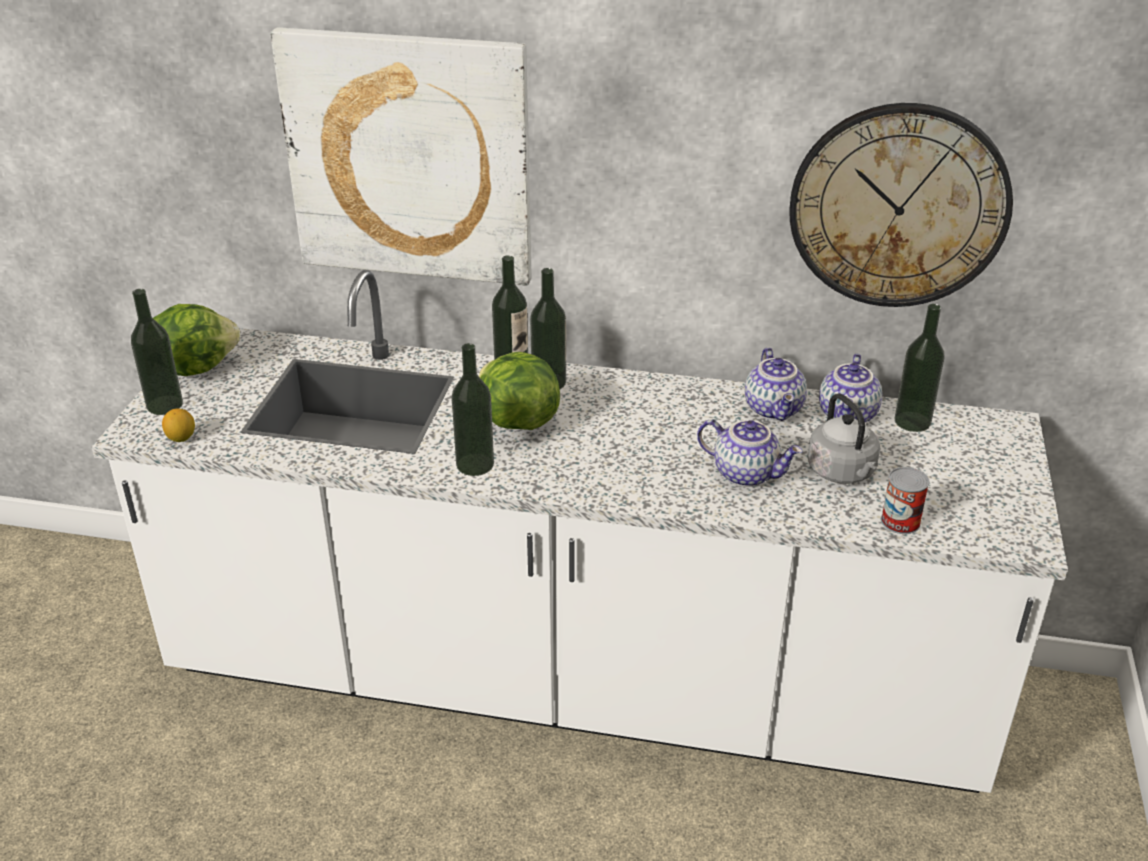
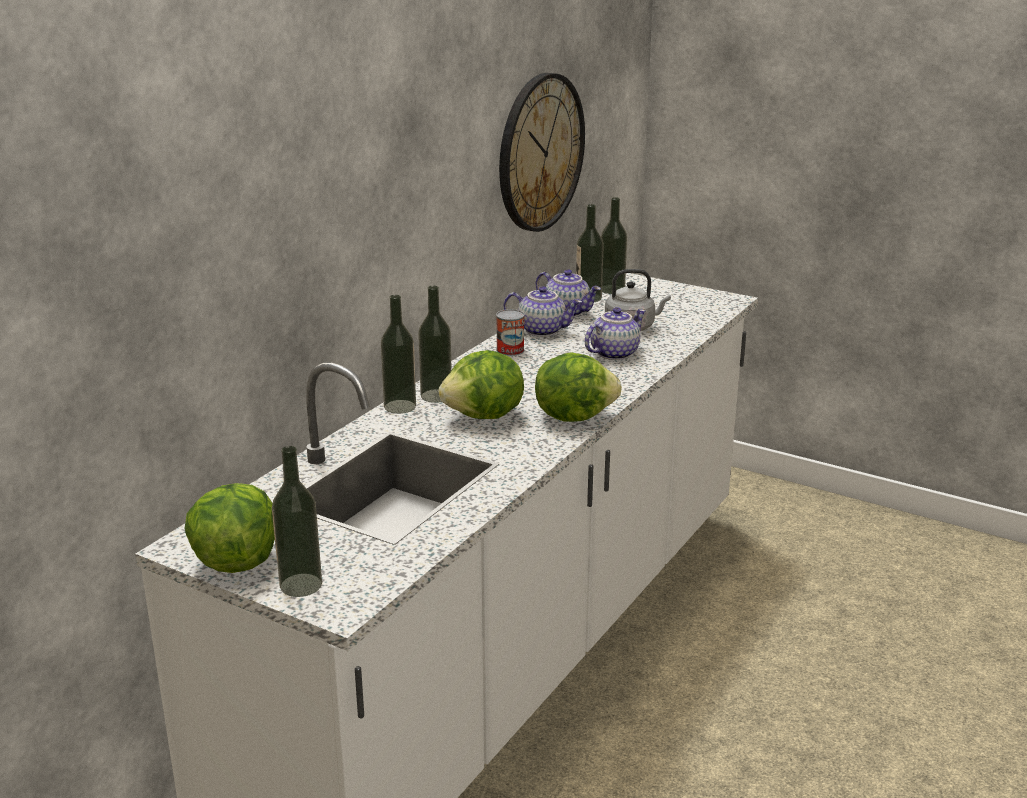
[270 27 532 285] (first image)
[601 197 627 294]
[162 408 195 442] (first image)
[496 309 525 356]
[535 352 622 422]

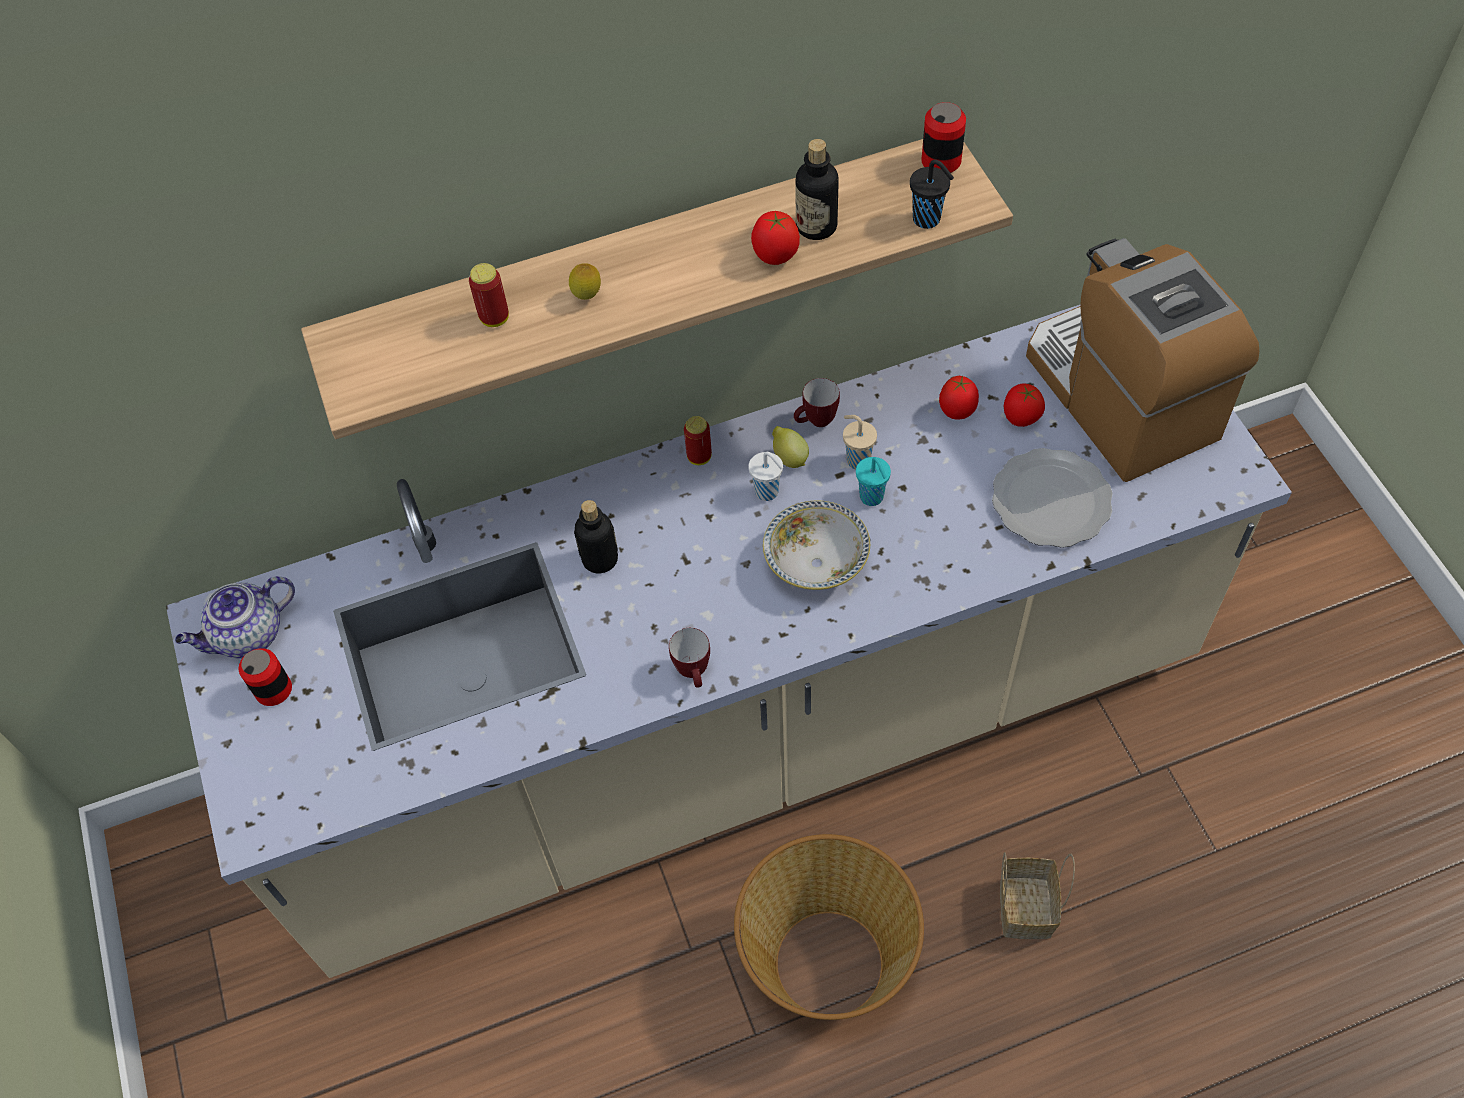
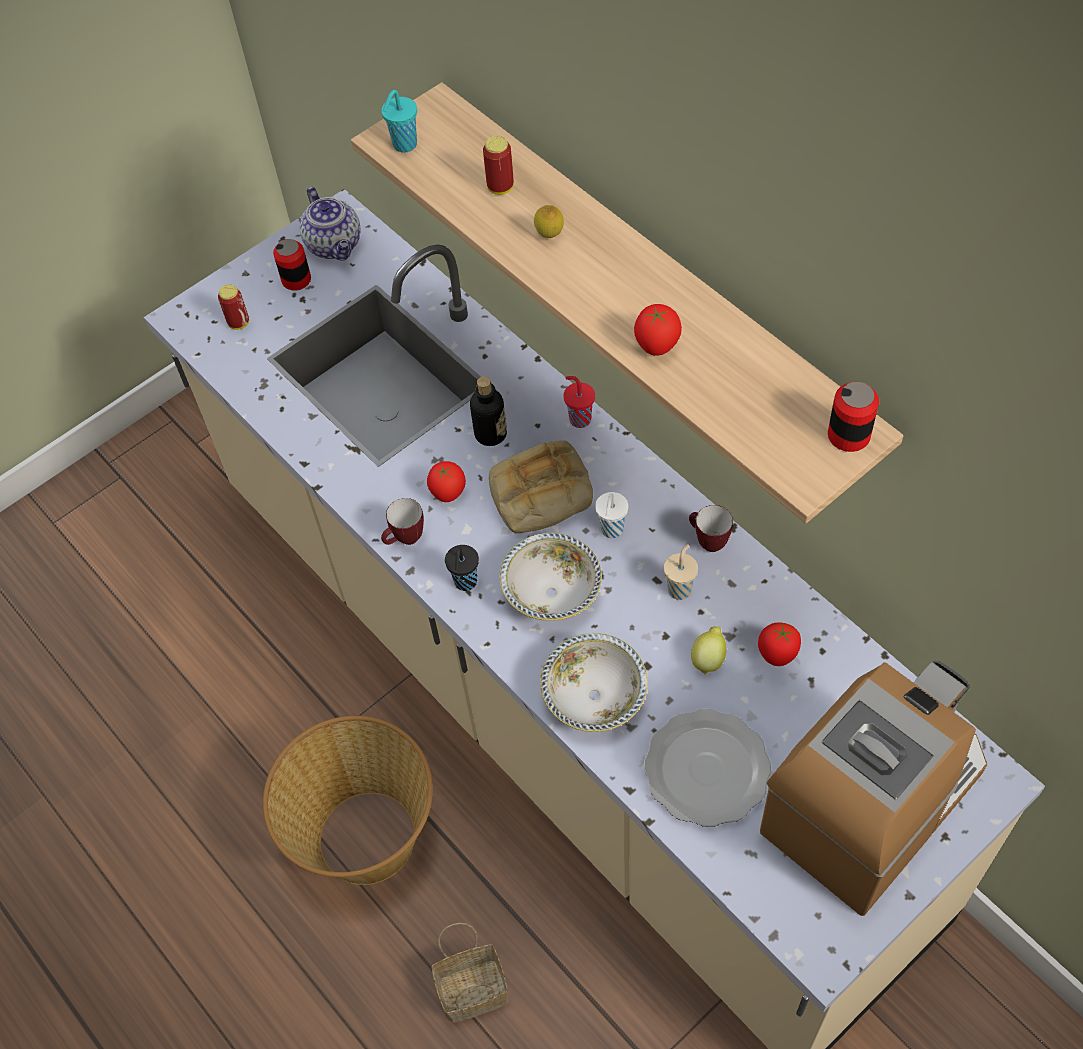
[795 139 839 240] (first image)
[445 545 479 591]
[427 461 466 502]
[218 284 249 330]
[691 627 726 675]
[381 90 417 153]
[300 187 361 261]
[563 376 595 428]
[489 440 593 533]
[540 633 648 732]

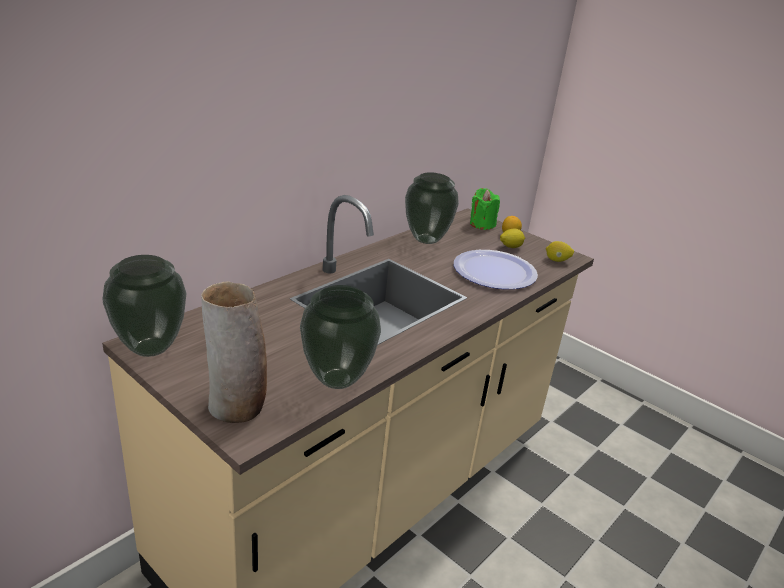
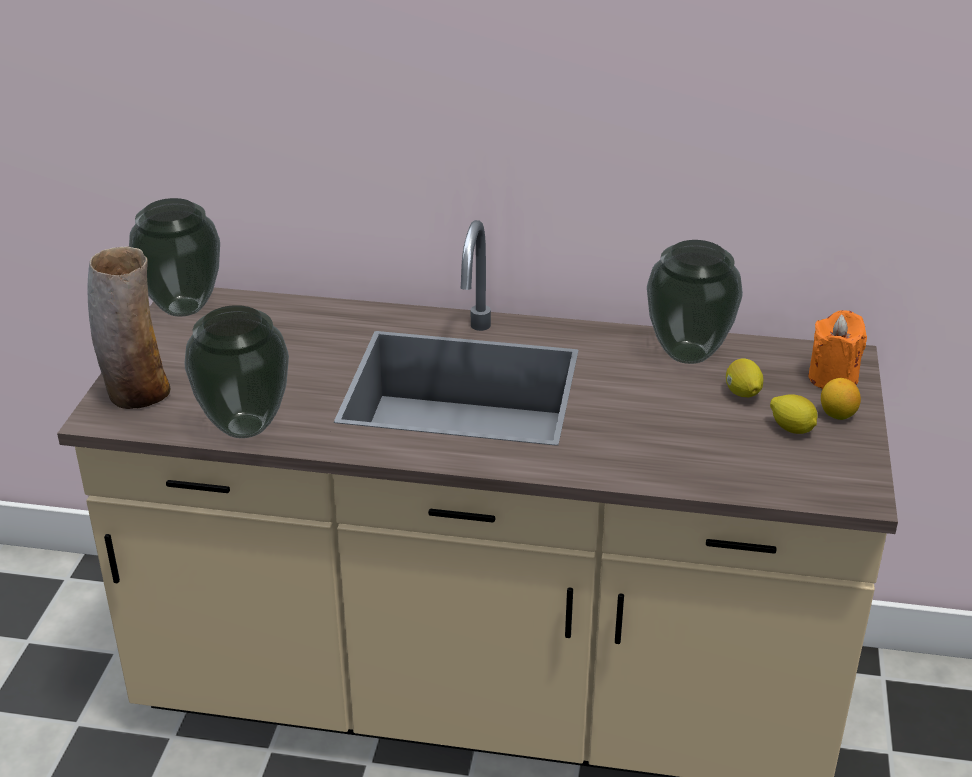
[808 310 867 389]
[726 358 763 397]
[454 250 538 289] (first image)

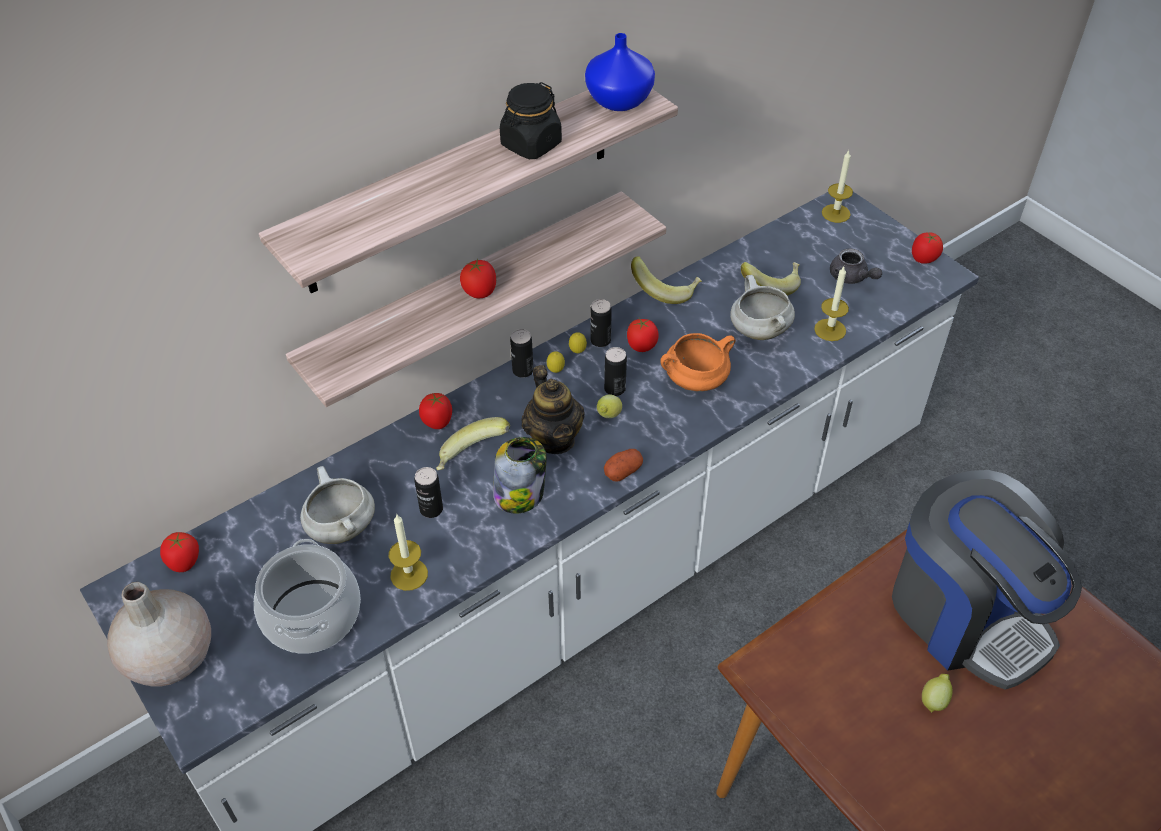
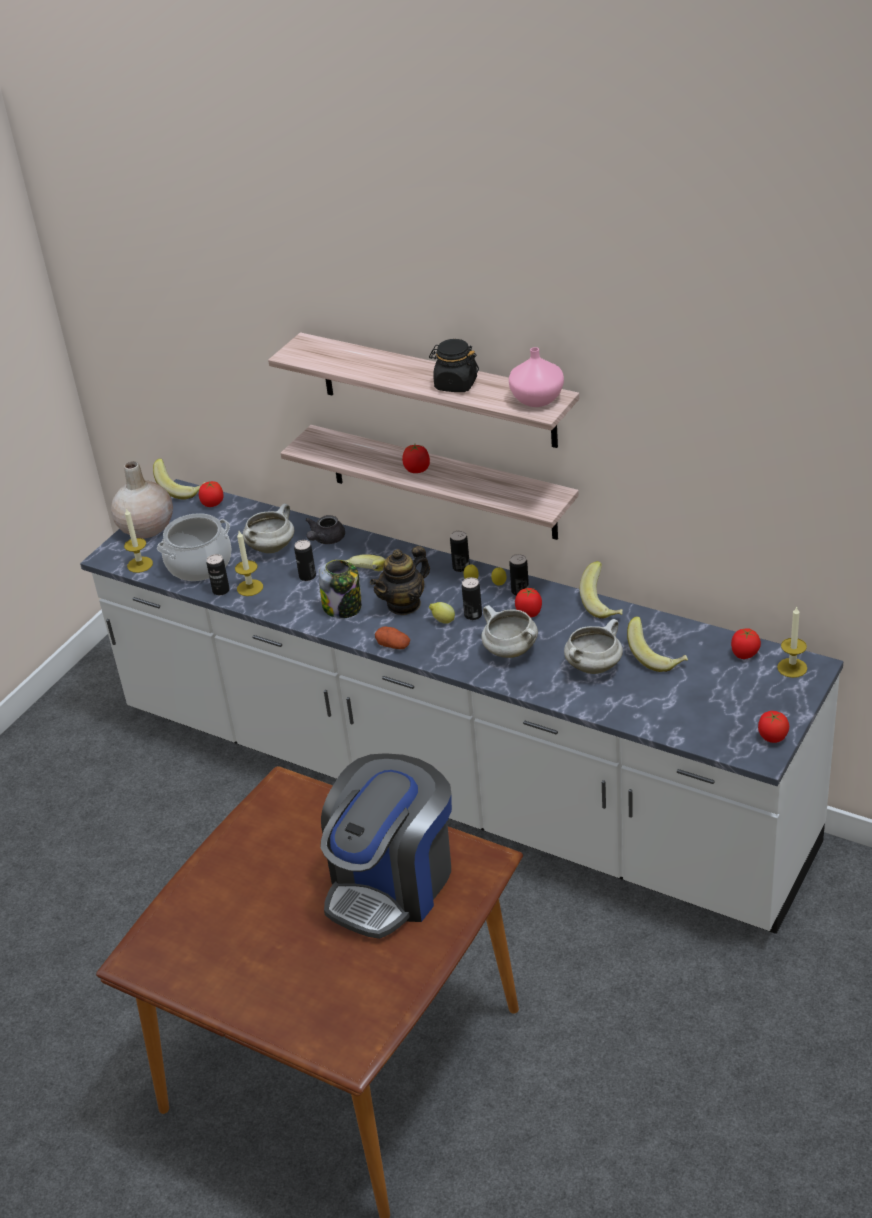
[509 347 564 407]
[306 515 345 544]
[124 508 153 573]
[481 605 538 658]
[731 628 761 659]
[922 674 952 713] (first image)
[153 459 206 500]
[207 554 230 595]

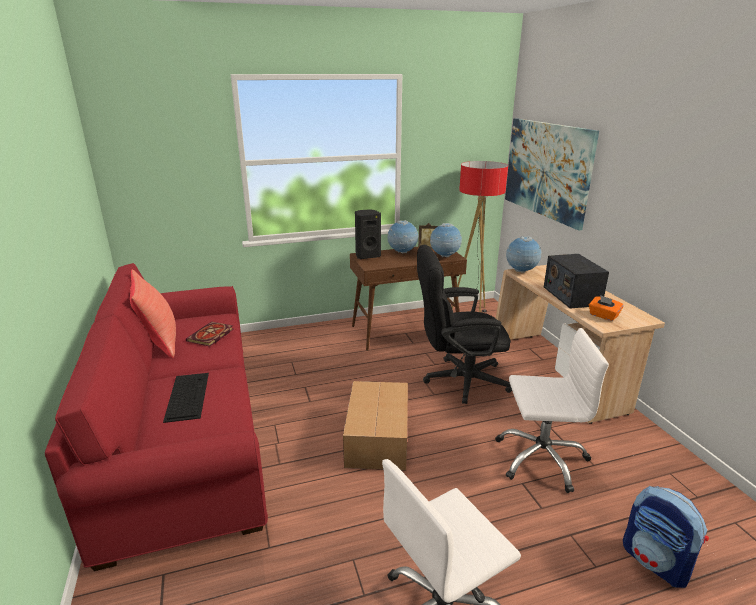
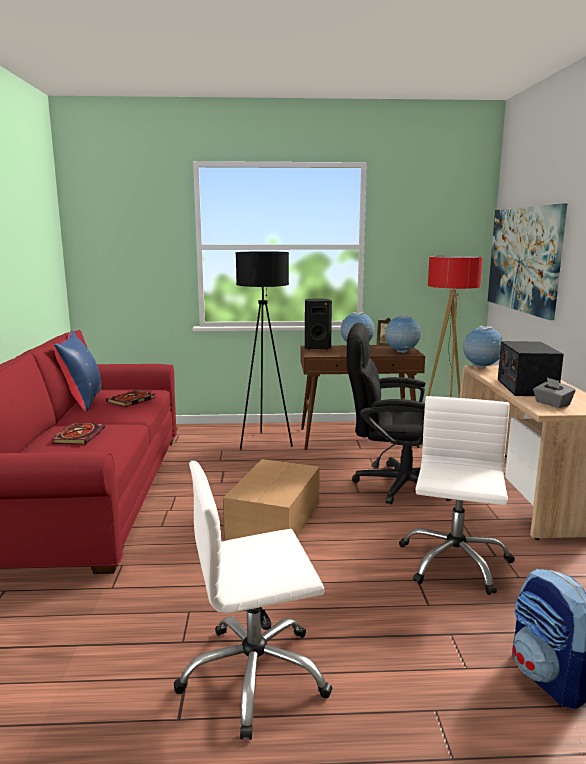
[53 330 101 411]
[533 378 576 408]
[399 396 515 595]
[52 423 105 444]
[235 251 293 450]

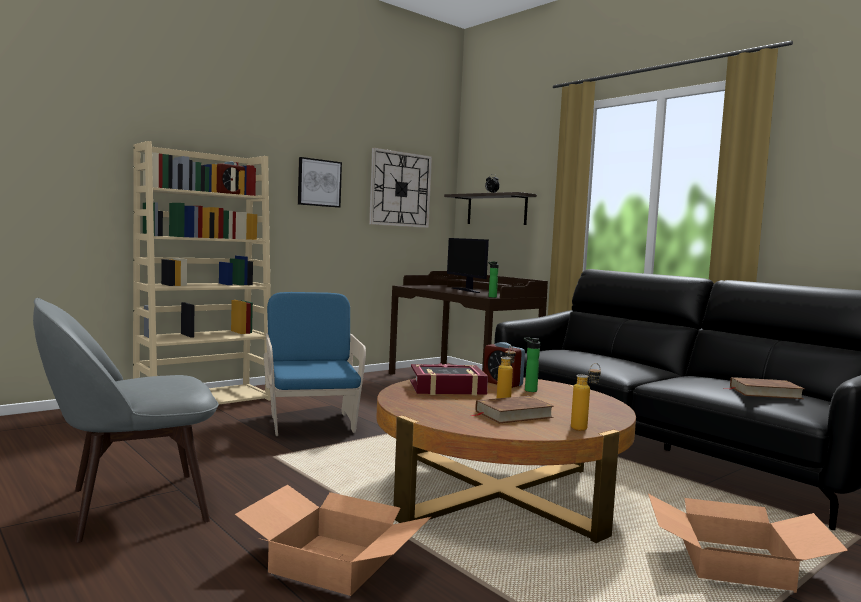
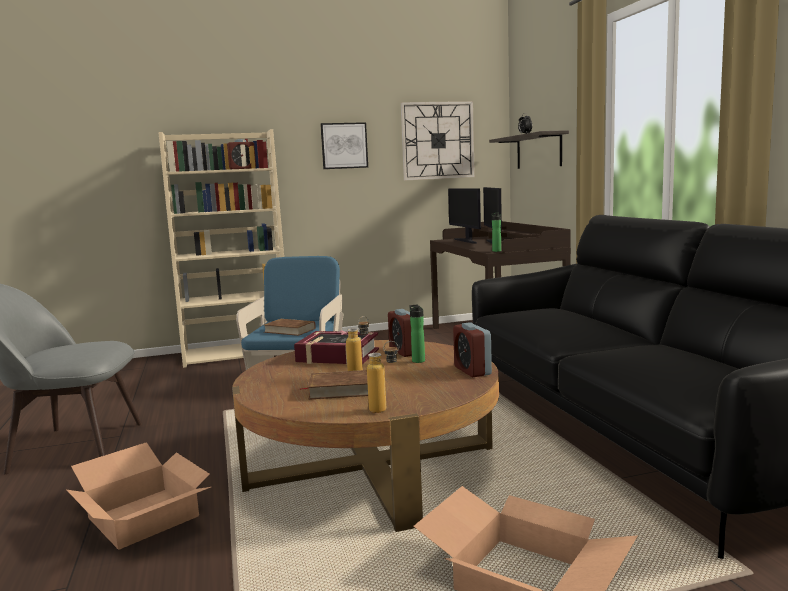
[264 319 316 336]
[448 188 481 244]
[453 322 492 377]

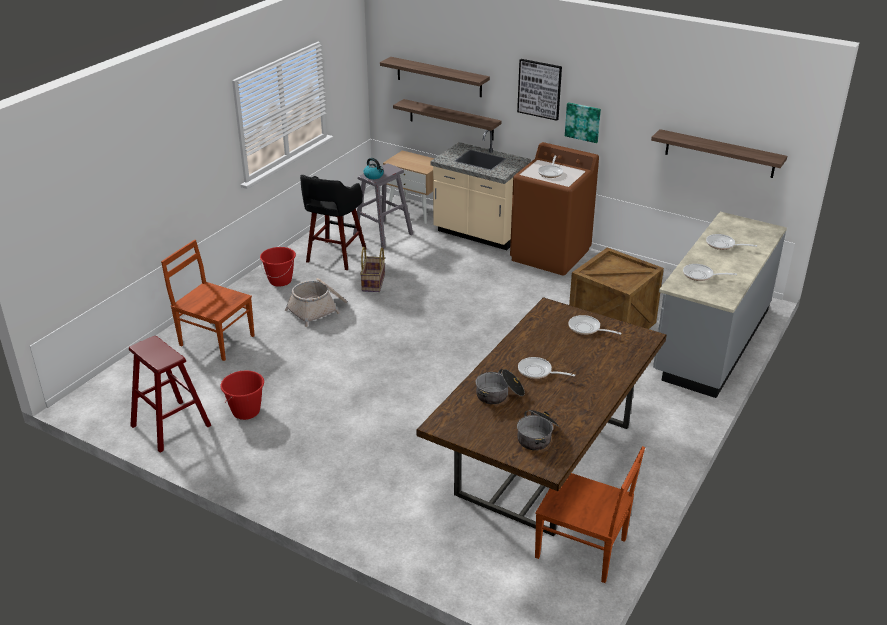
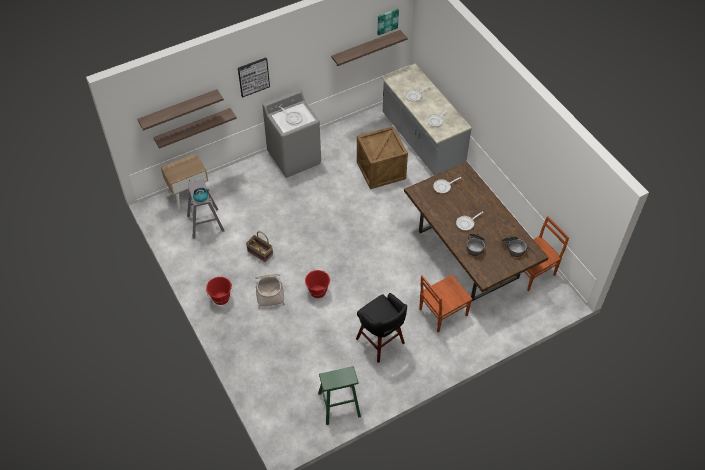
[377 9 399 35]
[430 130 531 250] (first image)
[262 89 321 178]
[356 293 407 363]
[419 275 472 332]
[318 366 361 425]
[305 270 330 298]

